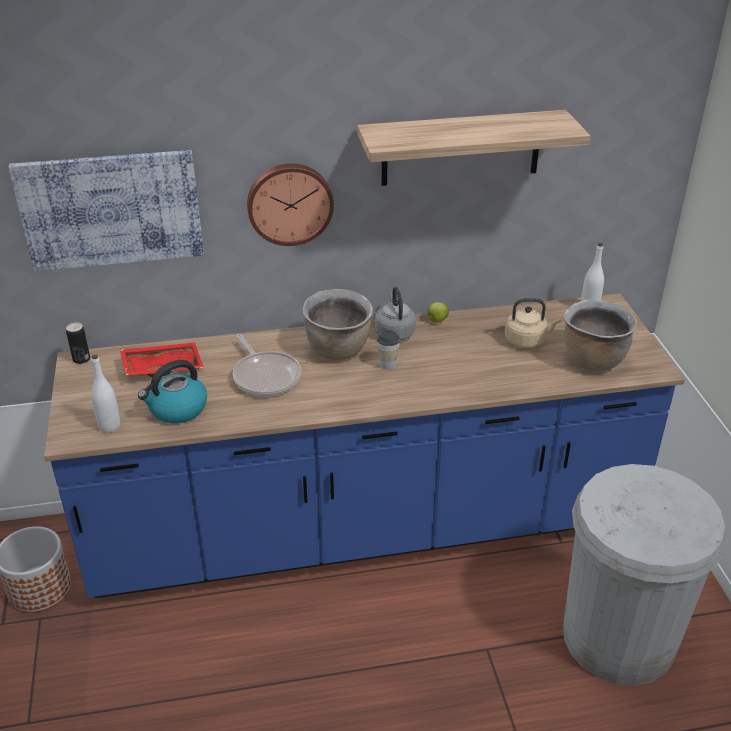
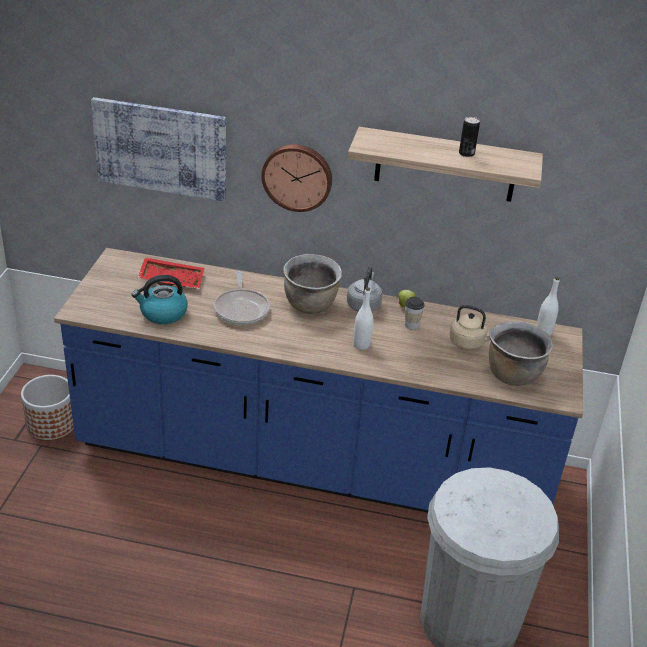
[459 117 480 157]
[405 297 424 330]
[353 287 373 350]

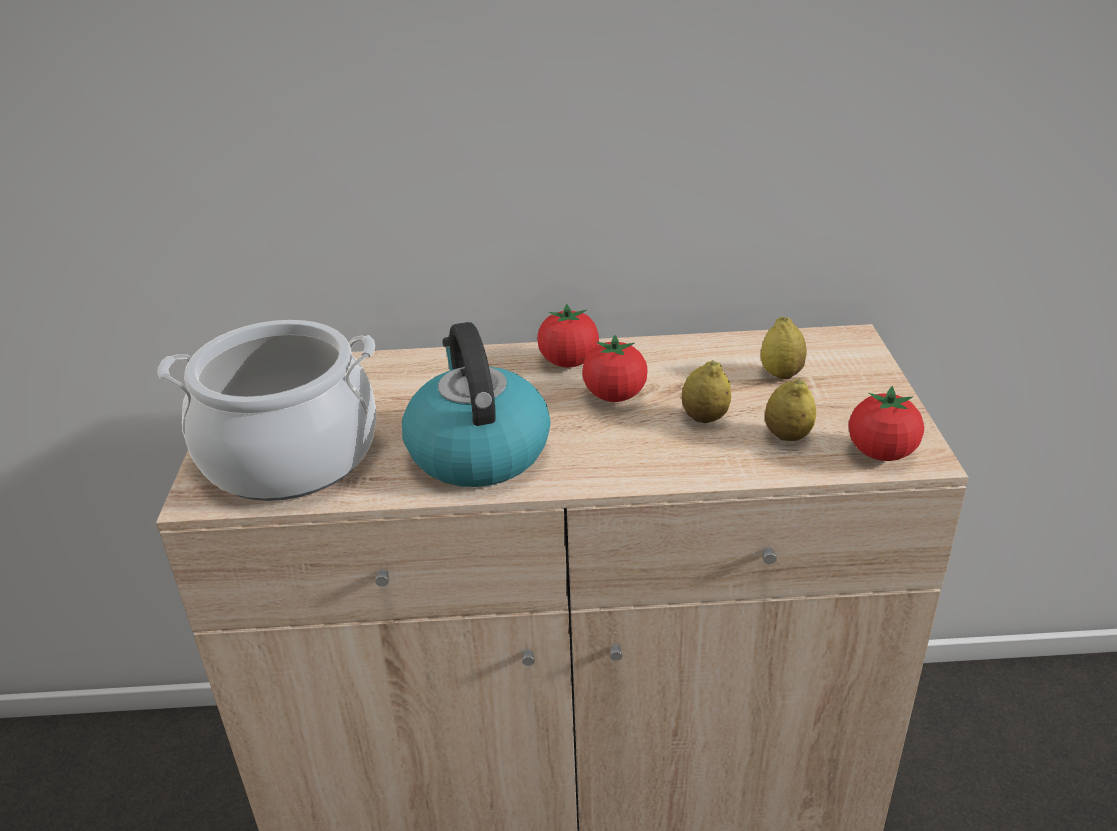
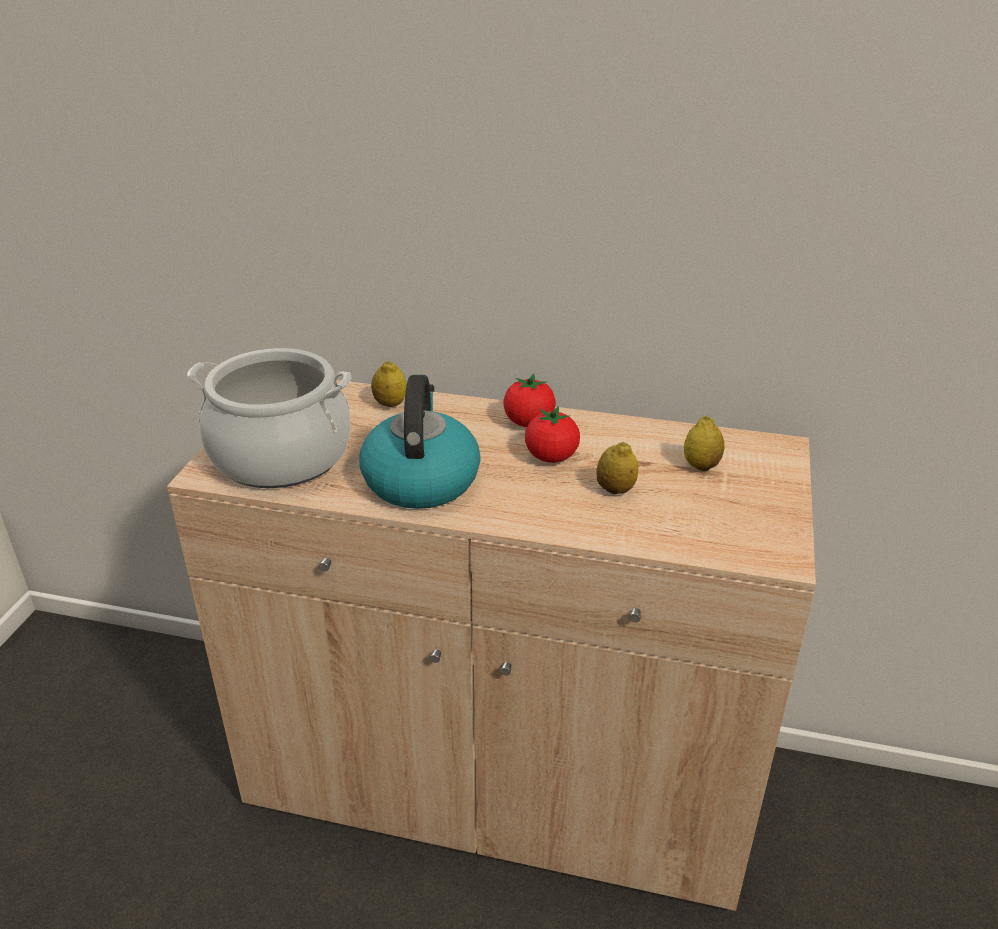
[371 361 407 407]
[849 386 924 461] (first image)

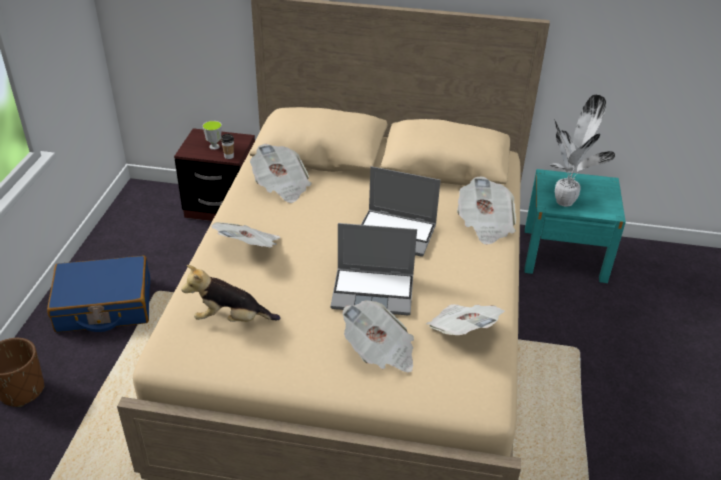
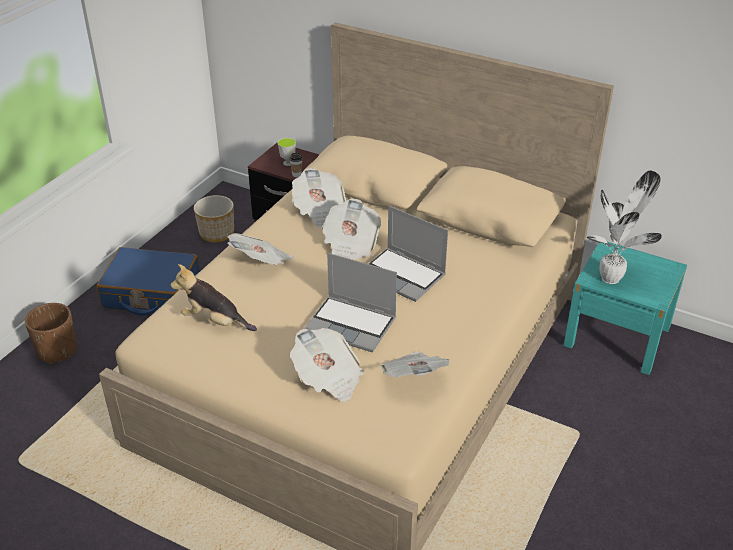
[322 199 382 260]
[194 195 234 242]

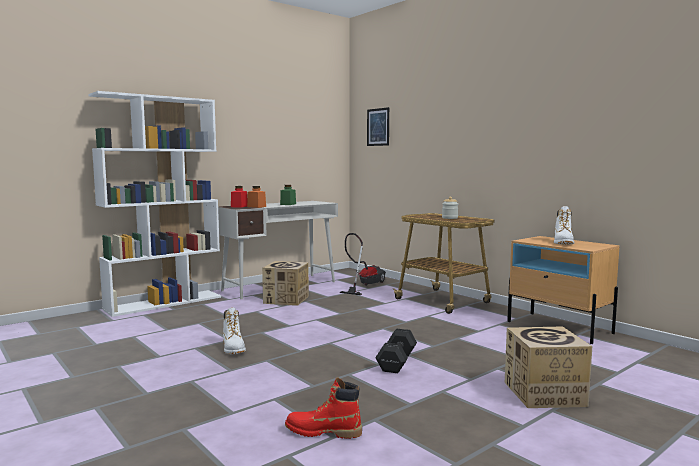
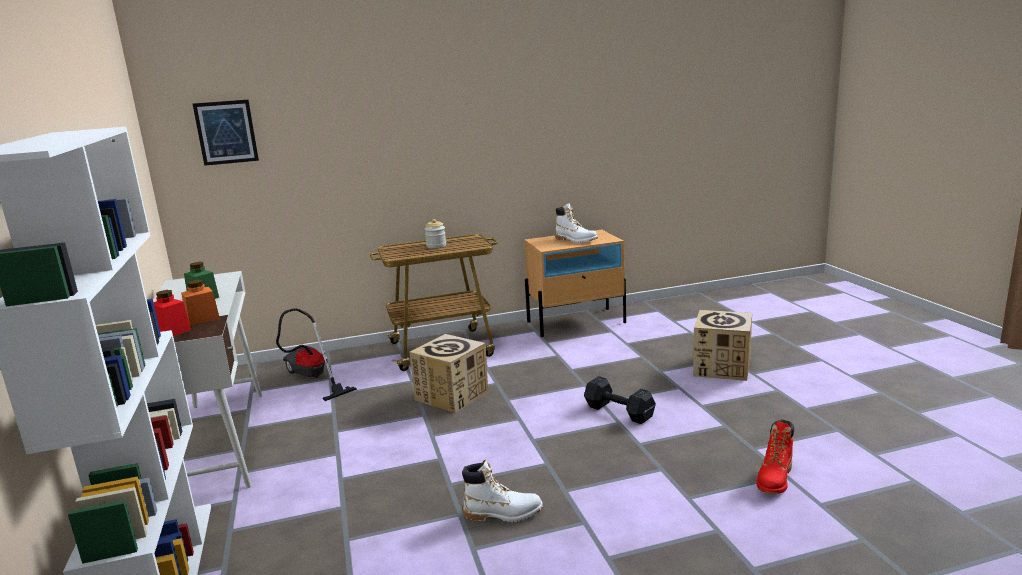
[409 334 488 413]

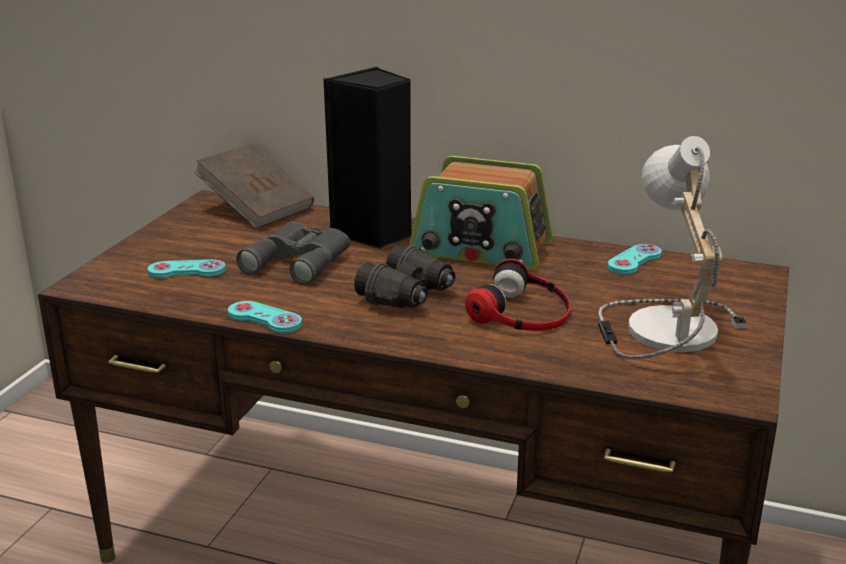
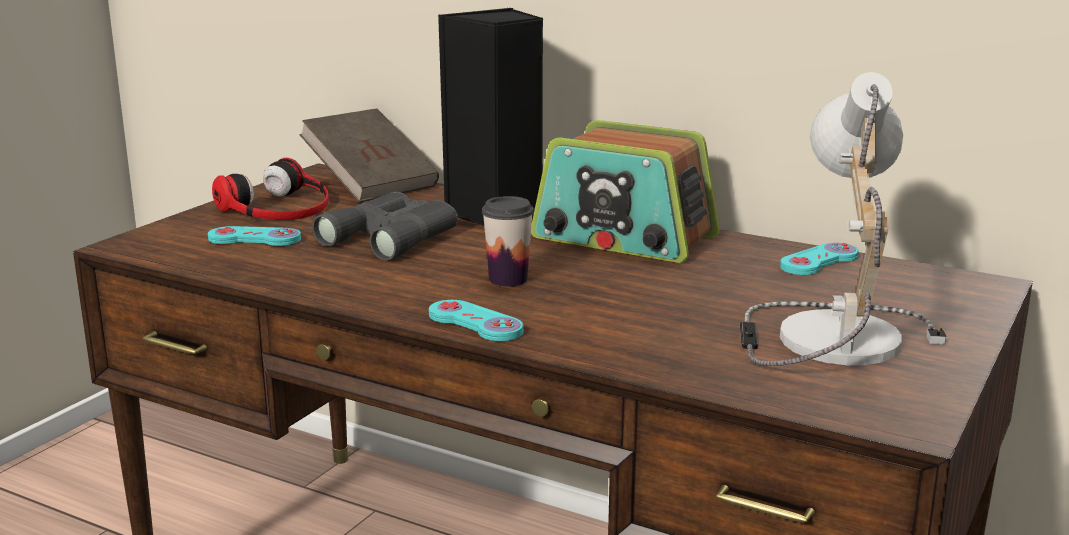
[482 196 534 287]
[212 158 329 220]
[429 300 523 341]

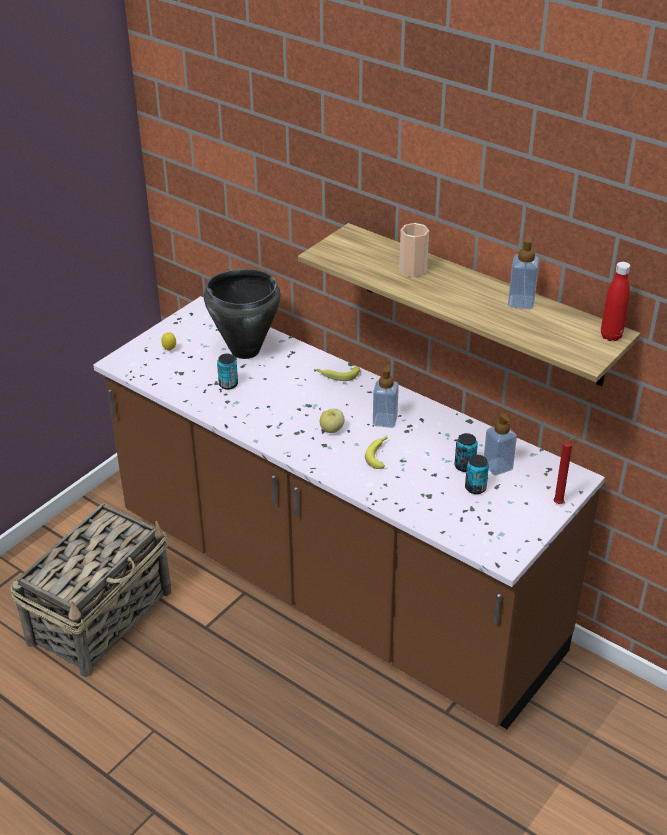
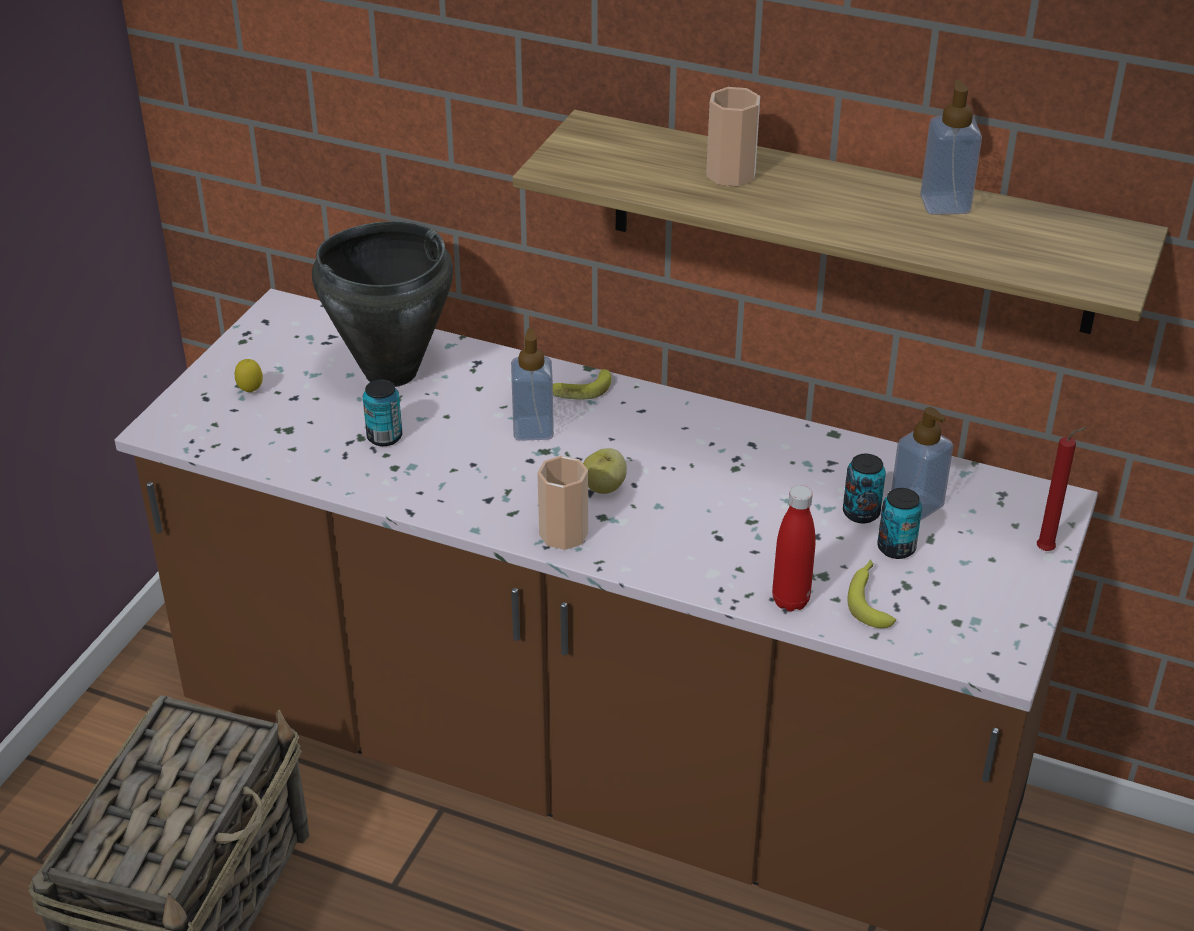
[772 485 816 611]
[511 328 554 441]
[847 560 896 628]
[537 456 588 550]

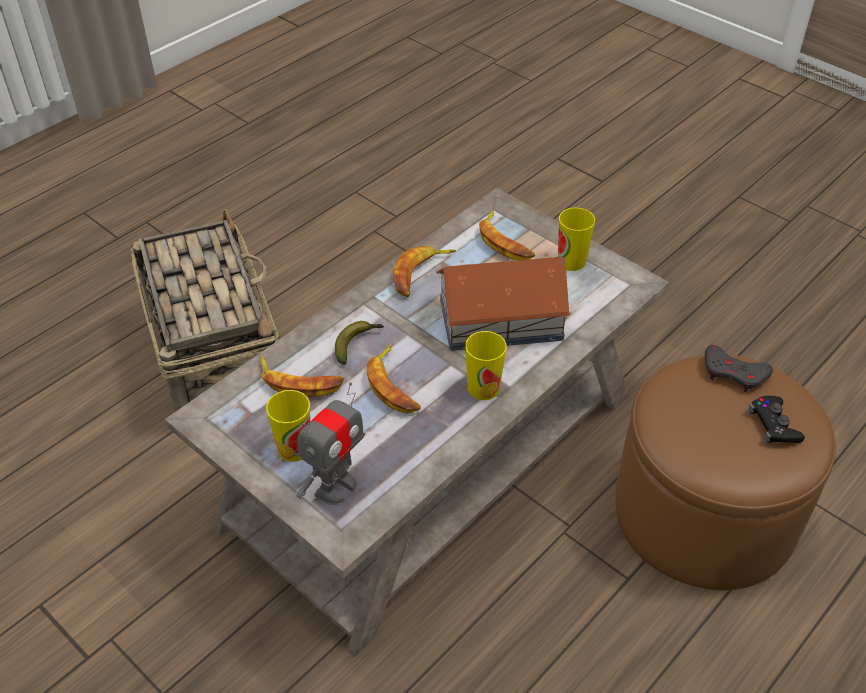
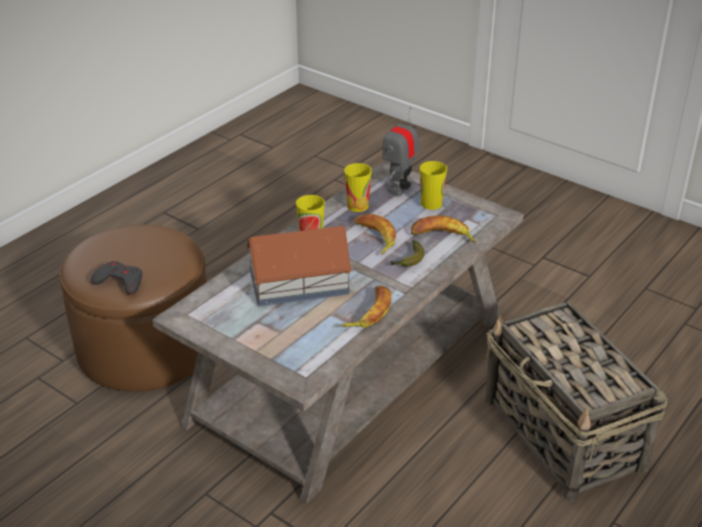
[344 163 372 212]
[479 209 535 260] (first image)
[748 396 805 443] (first image)

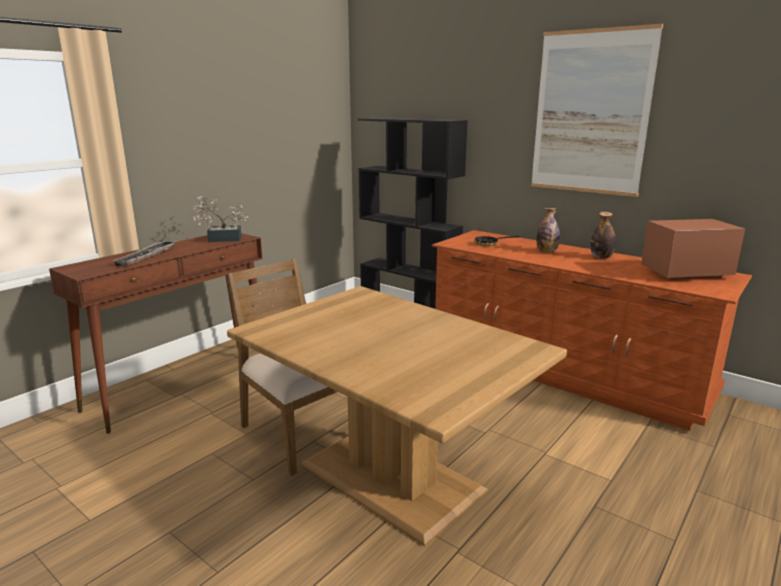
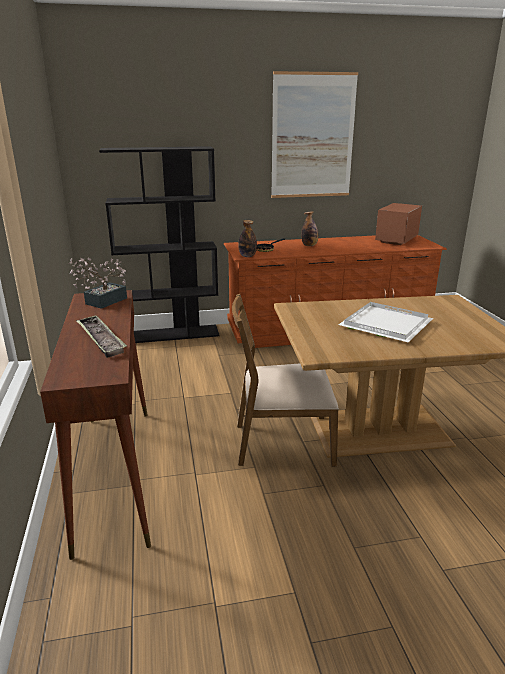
[238 220 257 257]
[338 302 433 342]

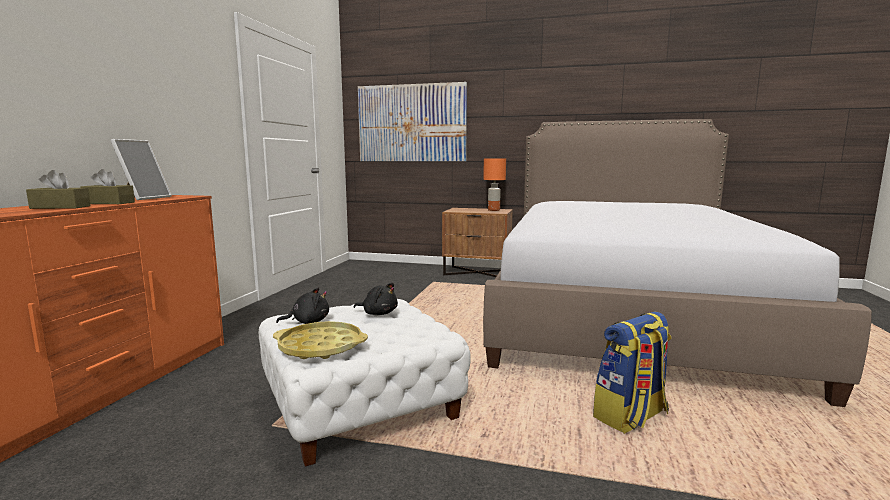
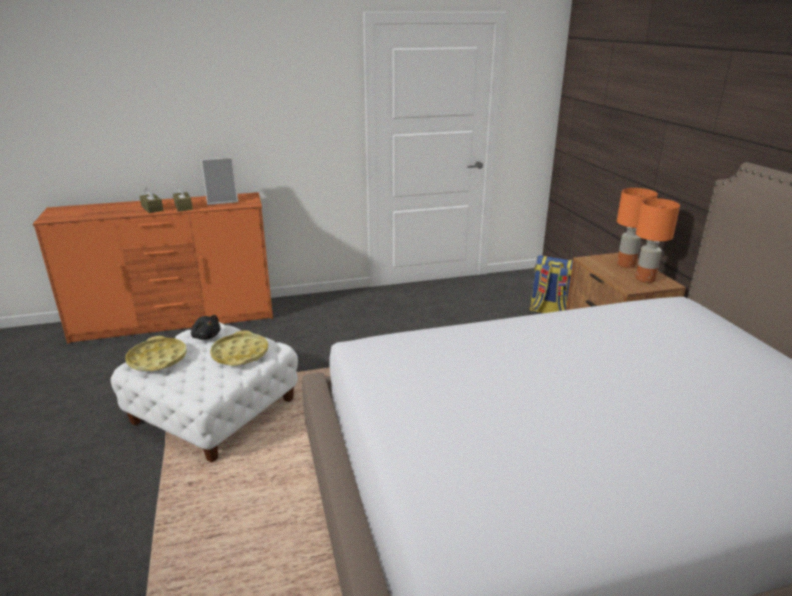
[358 82 467 161] (first image)
[210 330 268 366]
[530 255 573 313]
[617 188 658 268]

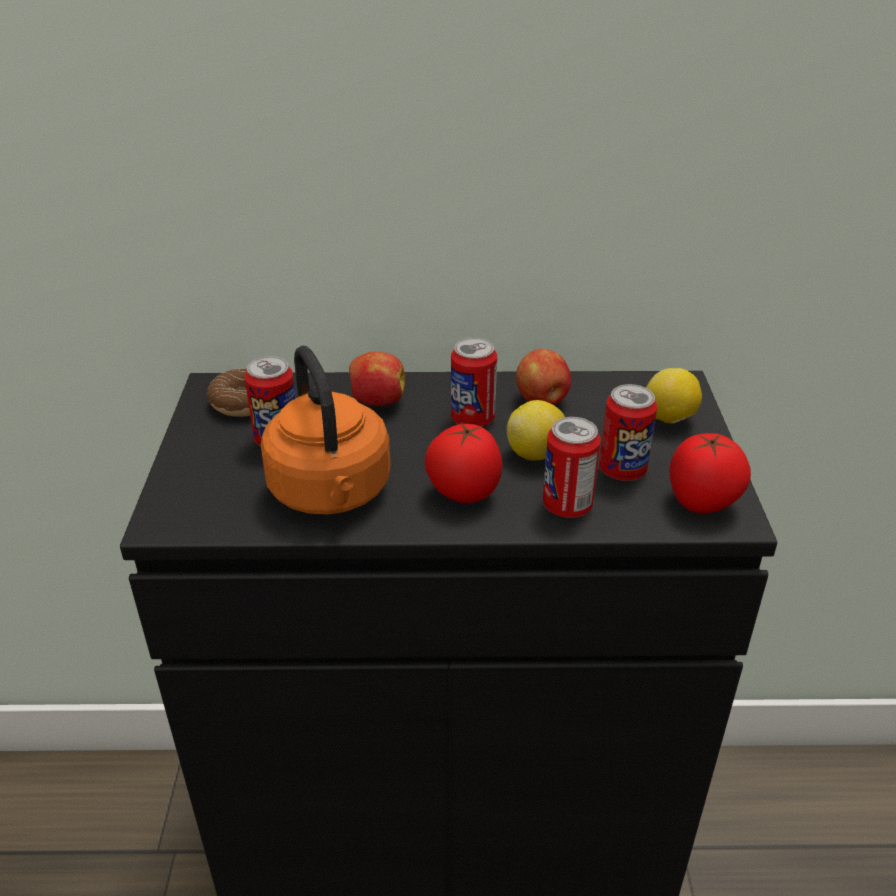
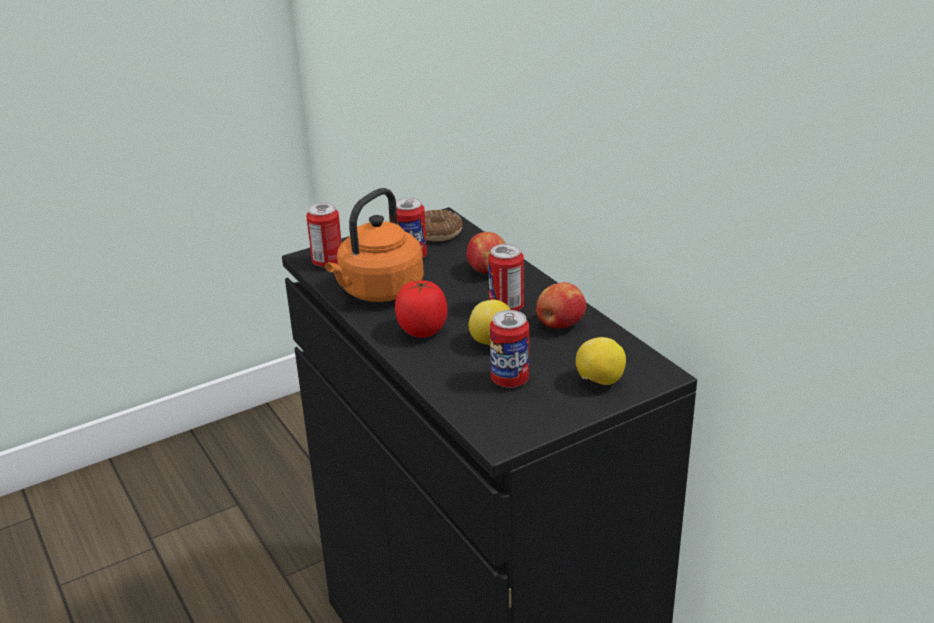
[306 203 342 268]
[669 433 751 514] (first image)

